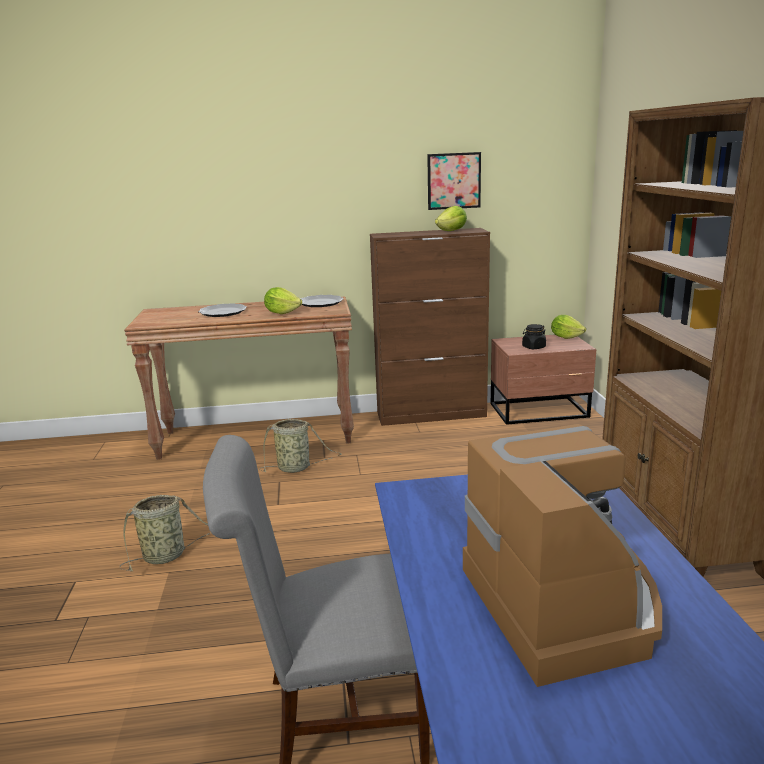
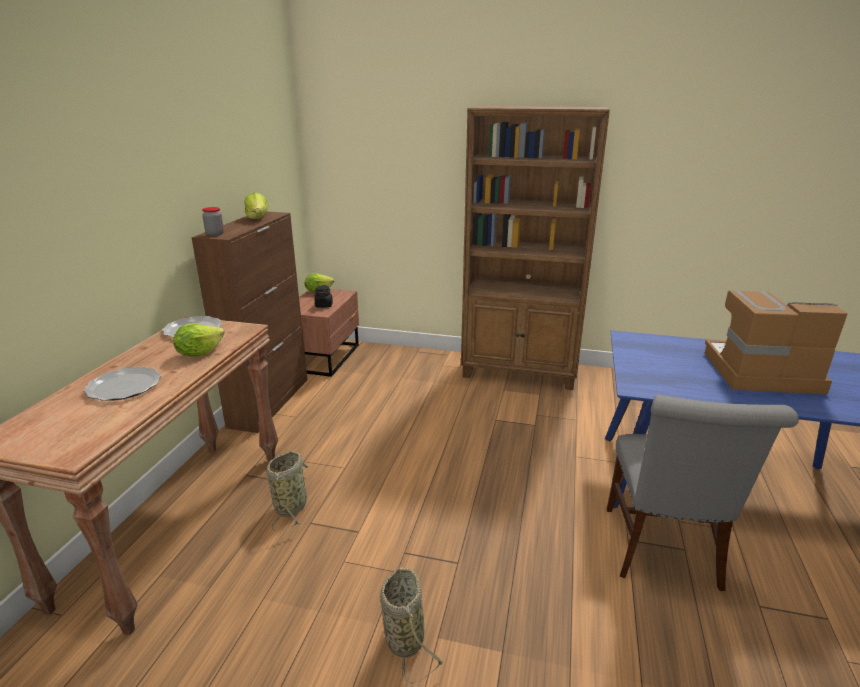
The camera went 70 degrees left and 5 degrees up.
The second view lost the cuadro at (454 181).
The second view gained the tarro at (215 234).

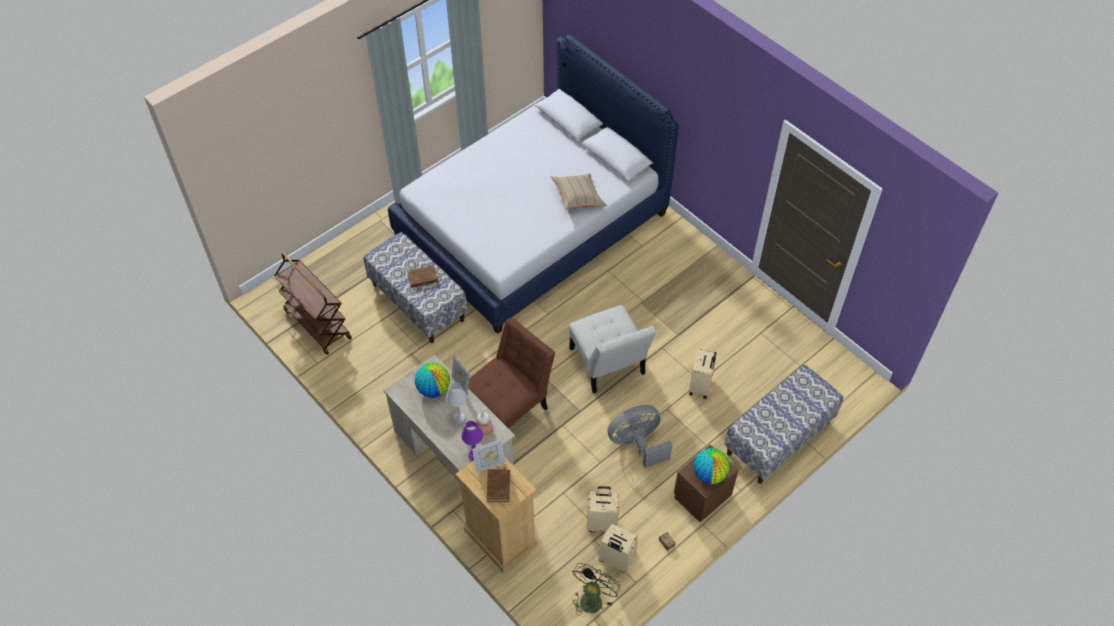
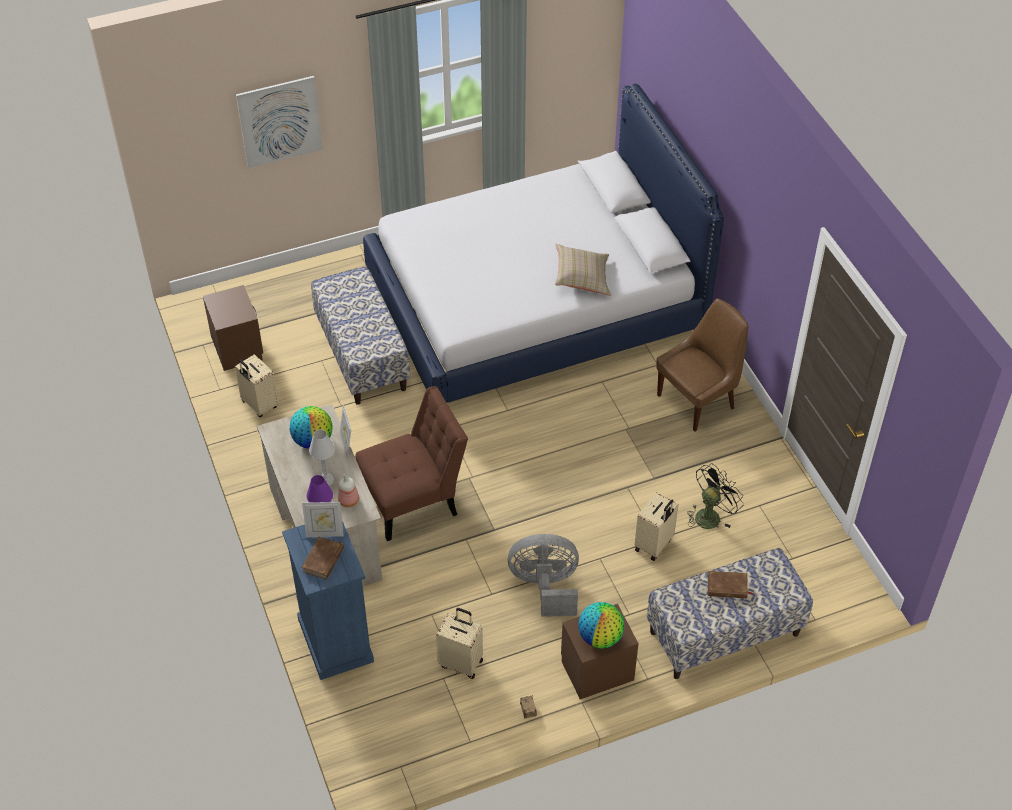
The camera went 20 degrees right and 5 degrees down.
Where the carrito [marrón] stood at (317 324), the mesita de noche [marrón] came to stand at (238 347).
The libro [marrón] ended up elsewhere, having gone from (423 278) to (727 587).
The second view lost the silla [blanco] at (608 365).
What was the cómoda [beis] at (500 537) turned into the cómoda [azul] at (335 640).
The maleta [beis] ended up elsewhere, having gone from (616 560) to (259 405).
The ventilador [negro] ended up elsewhere, having gone from (592 597) to (710 515).
The second view gained the cuadro at (280 121).
The second view gained the silla [marrón] at (698 400).

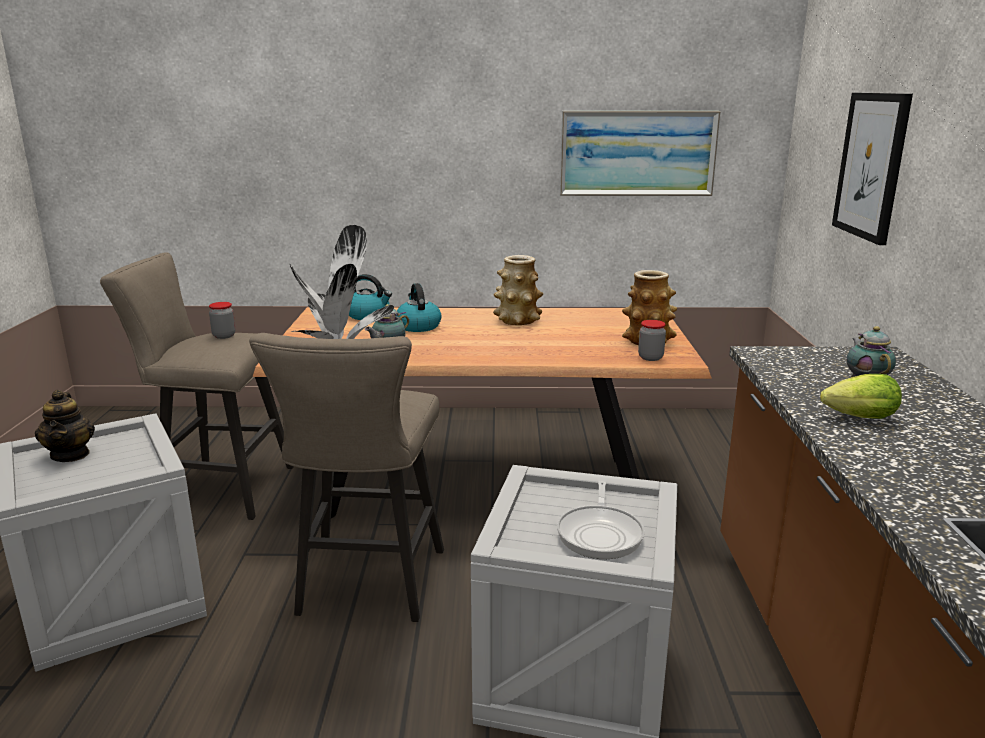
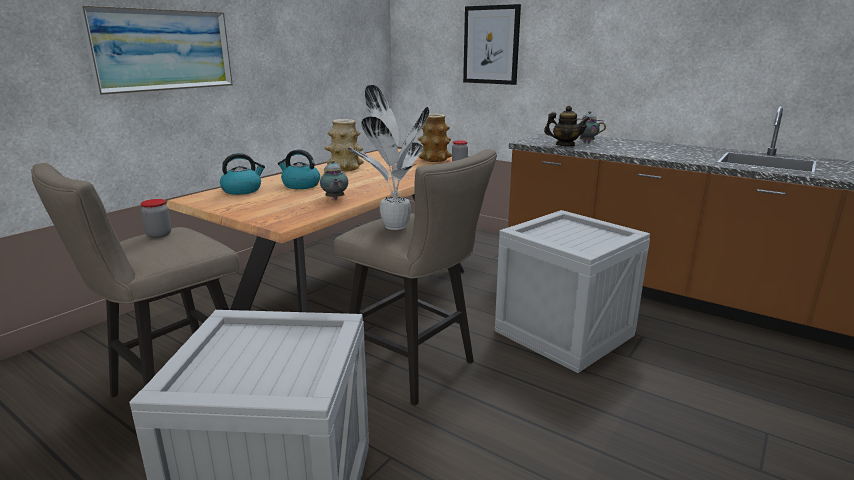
The camera went 55 degrees left and 0 degrees up.
The cuadro ended up elsewhere, having gone from (637 153) to (163 50).
The second view lost the lechuga at (855 418).
The tetera ended up elsewhere, having gone from (71 455) to (565 145).
The second view lost the sartén at (600 534).

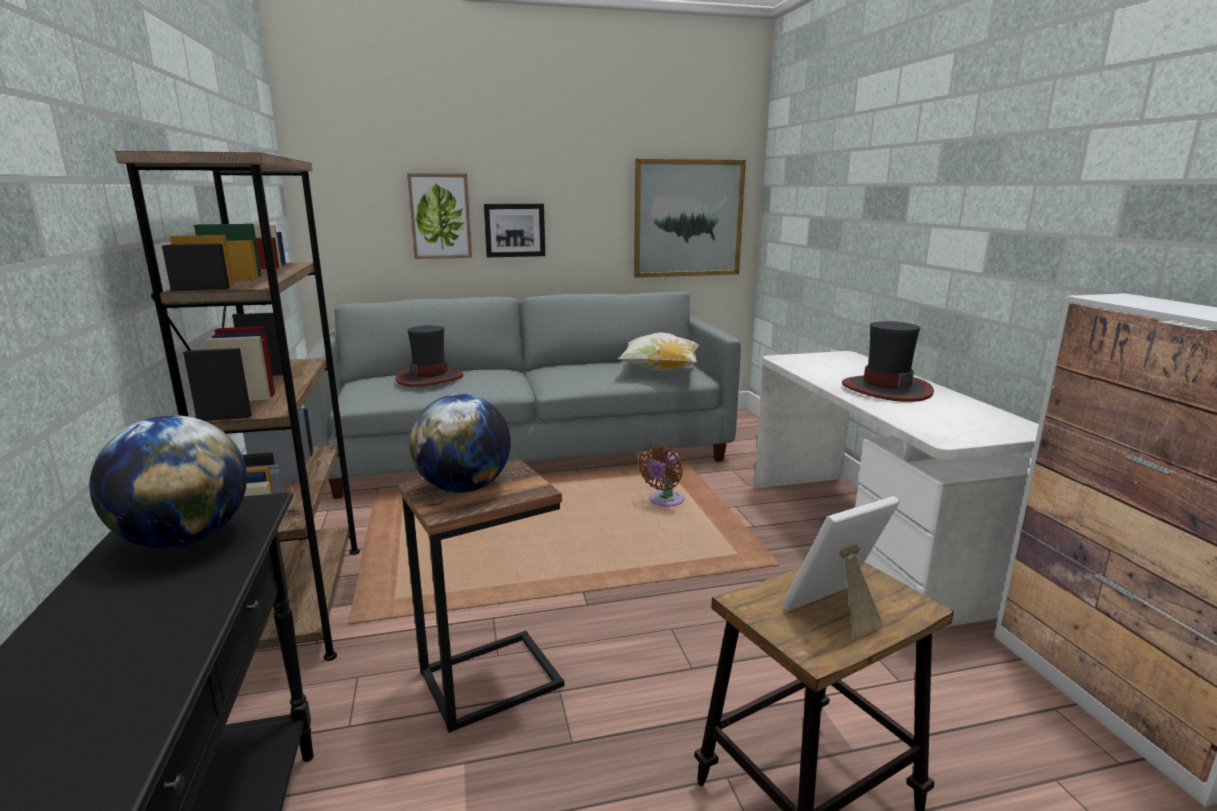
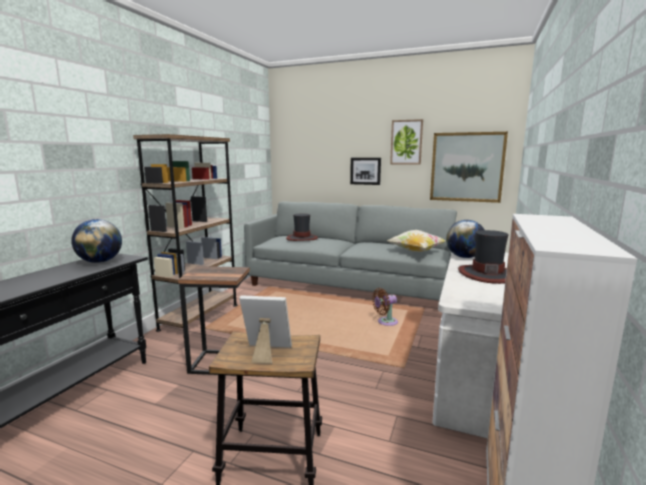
The camera went 35 degrees right and 5 degrees down.
The cuadro ended up elsewhere, having gone from (440 216) to (406 142).
The globo terráqueo ended up elsewhere, having gone from (464 488) to (464 257).

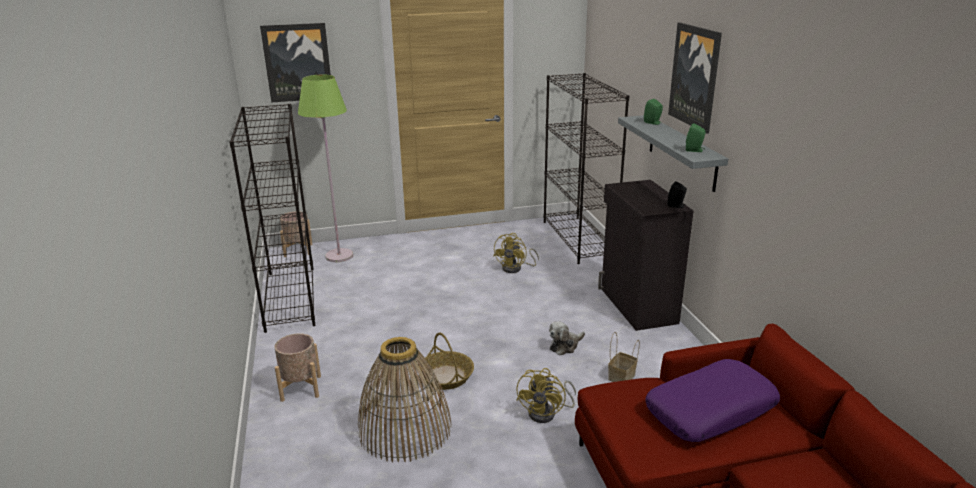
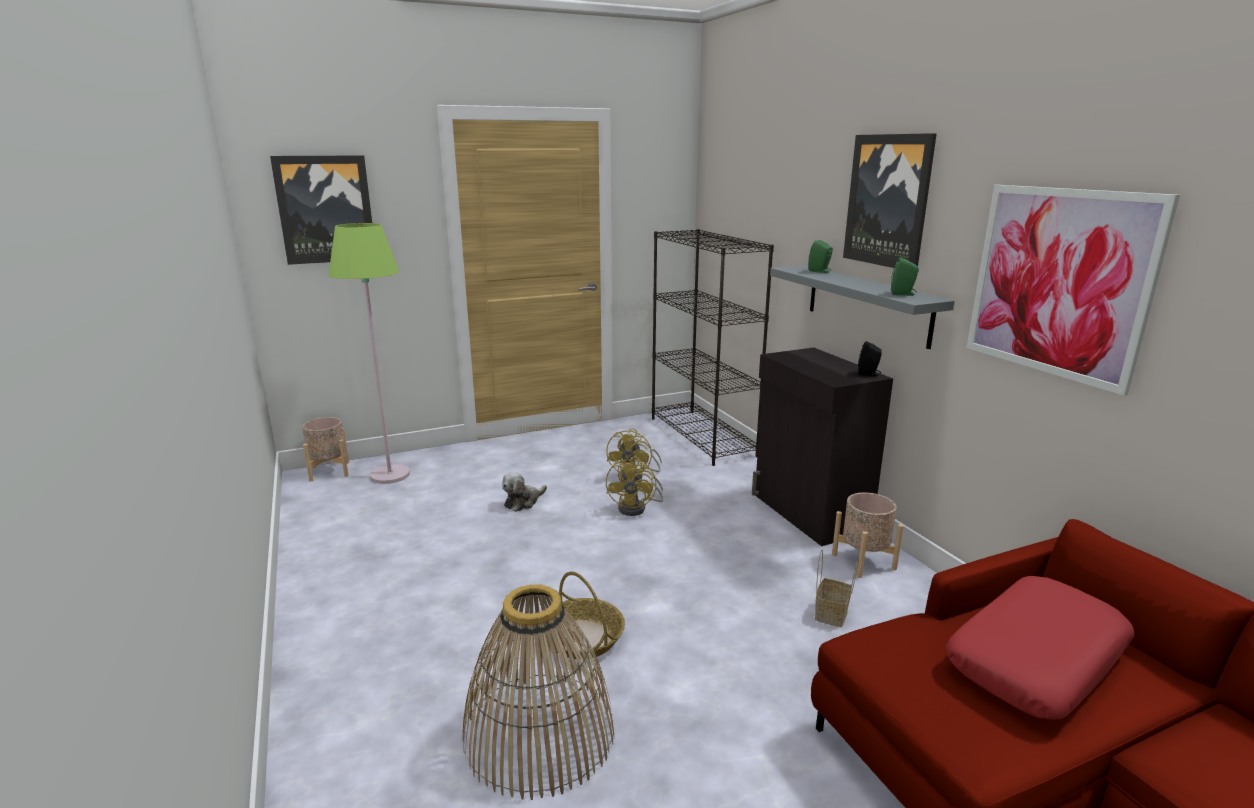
The camera went 10 degrees left and 5 degrees down.
The second view lost the estantería [negro] at (290 298).
The peluche ended up elsewhere, having gone from (565 346) to (523 502).
The maceta [beis] ended up elsewhere, having gone from (301 388) to (863 561).
What was the cojín [morado] at (710 410) turned into the cojín [rojo] at (1035 659).
The ventilador [amarillo] ended up elsewhere, having gone from (547 413) to (637 508).
The second view gained the cuadro at (1058 282).

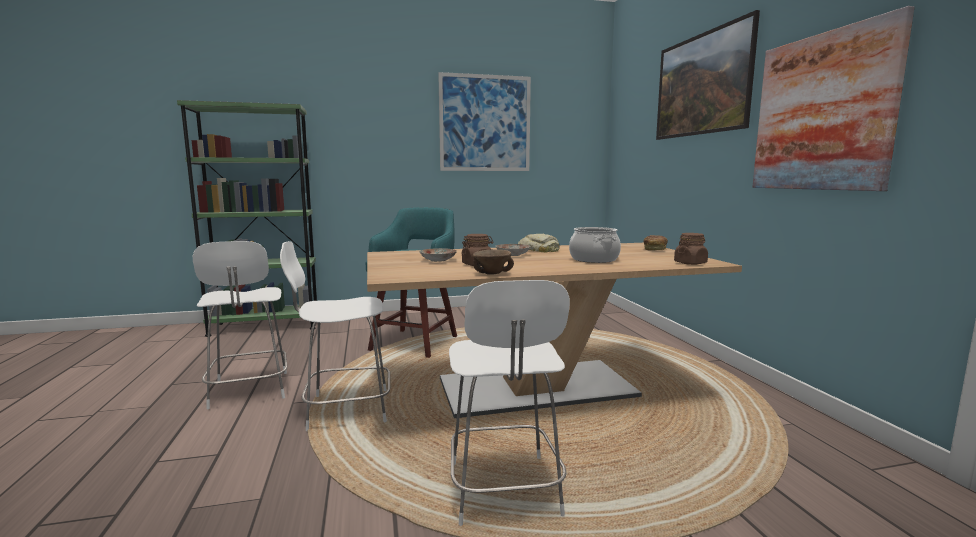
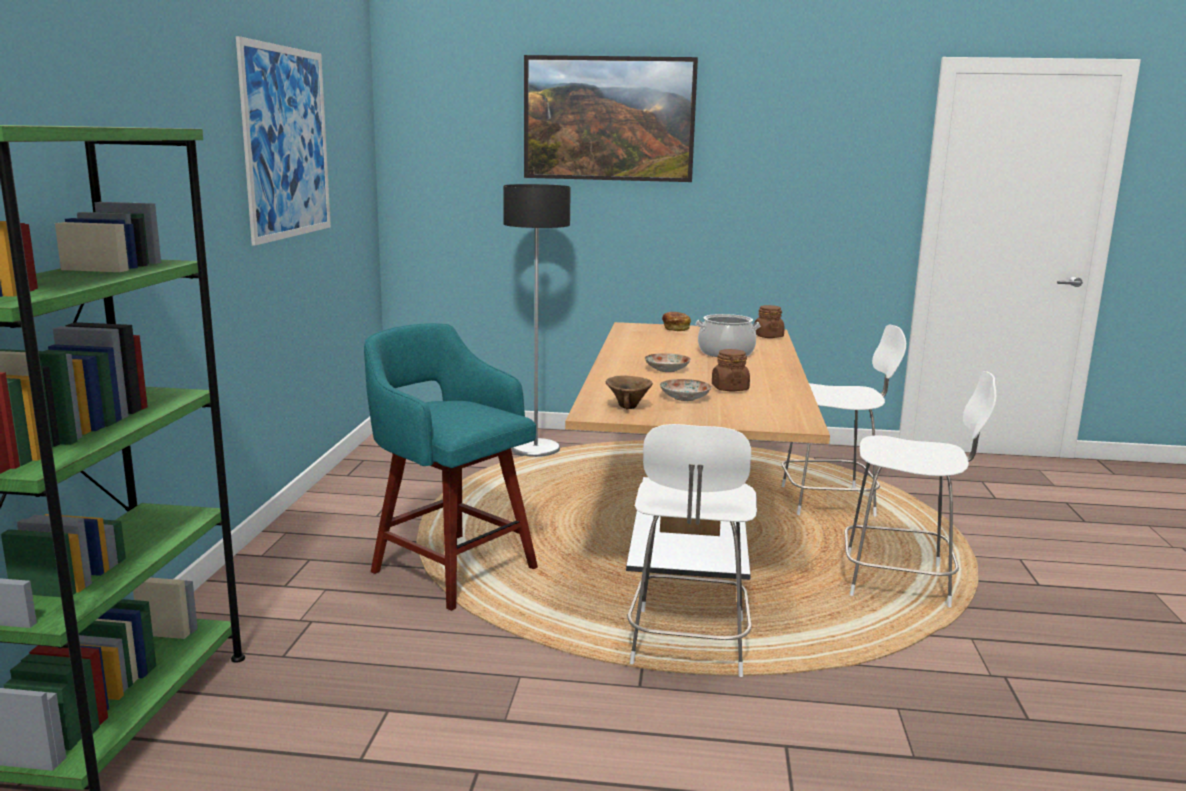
The camera went 70 degrees left and 5 degrees up.
The second view lost the cuadro at (822 112).
The second view lost the pan at (539 250).
The silla [blanco] ended up elsewhere, having gone from (249 391) to (831 502).
The cuenco [marrón] ended up elsewhere, having gone from (492 273) to (628 407).
The second view gained the lámpara de pie at (536 449).

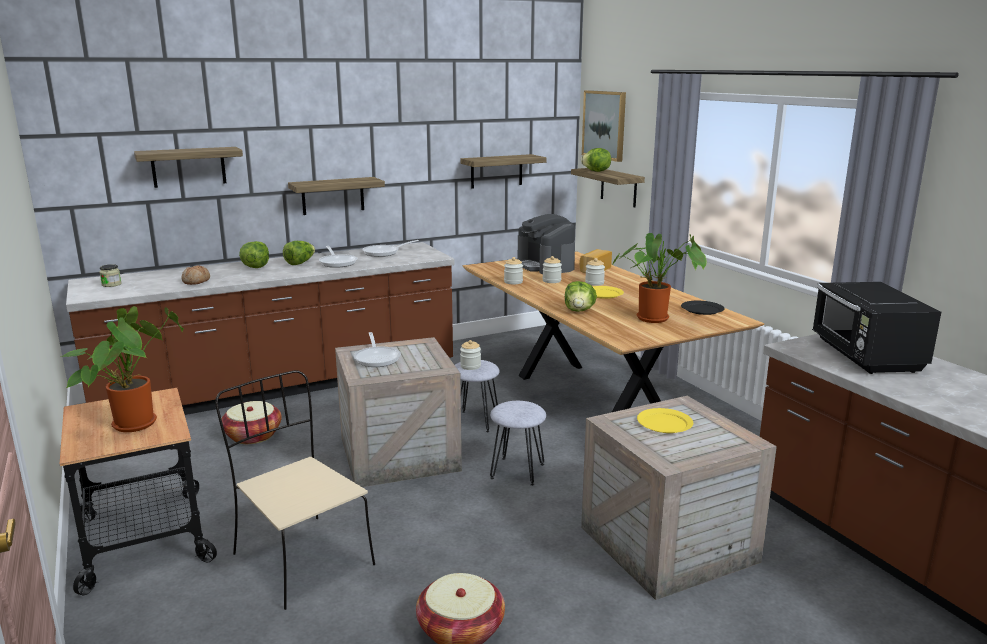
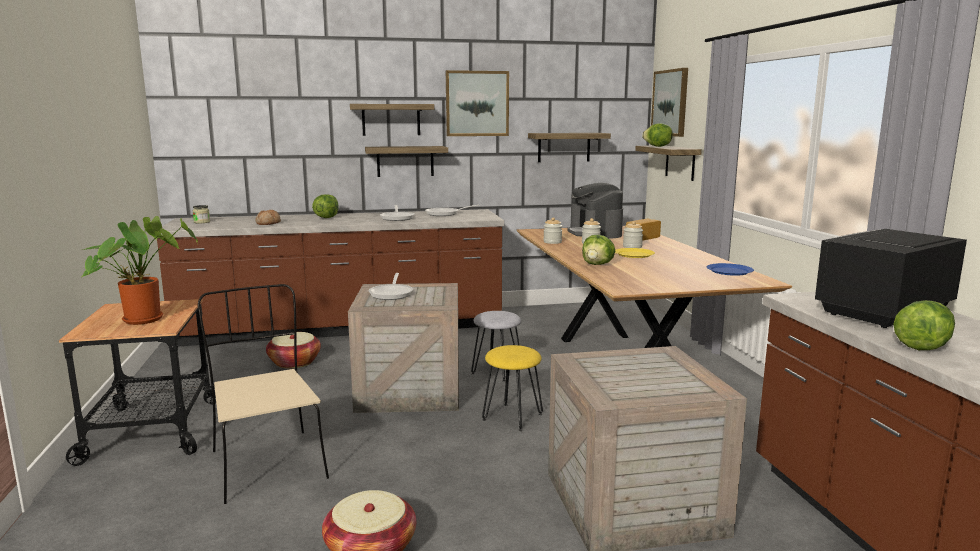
The camera went 15 degrees right and 5 degrees down.
The estante ended up elsewhere, having gone from (188 167) to (391 119).
The second view lost the planta en maceta at (656 318).
The lechuga ended up elsewhere, having gone from (300 263) to (923 345).
The microondas [negro] at (866 356) ended up facing another way, 45 degrees clockwise from before.
What was the plato [negro] at (702 309) turned into the plato [azul] at (730 271).
The second view lost the tarro at (470 366).
What was the taburete [gris] at (517 471) turned into the taburete [amarillo] at (512 417).
The second view lost the plato [amarillo] at (664 423).
The second view gained the cuadro at (477 103).

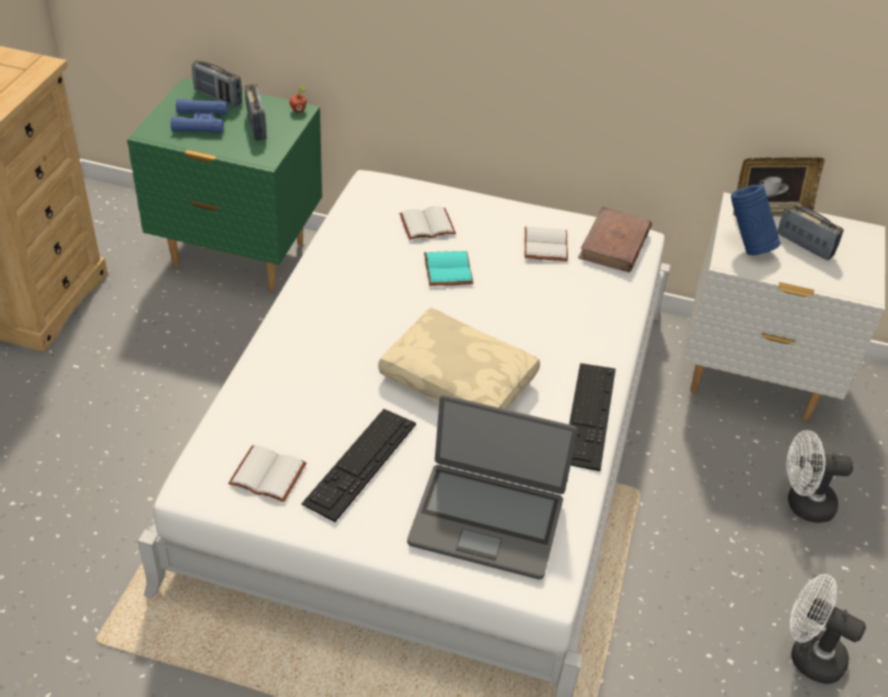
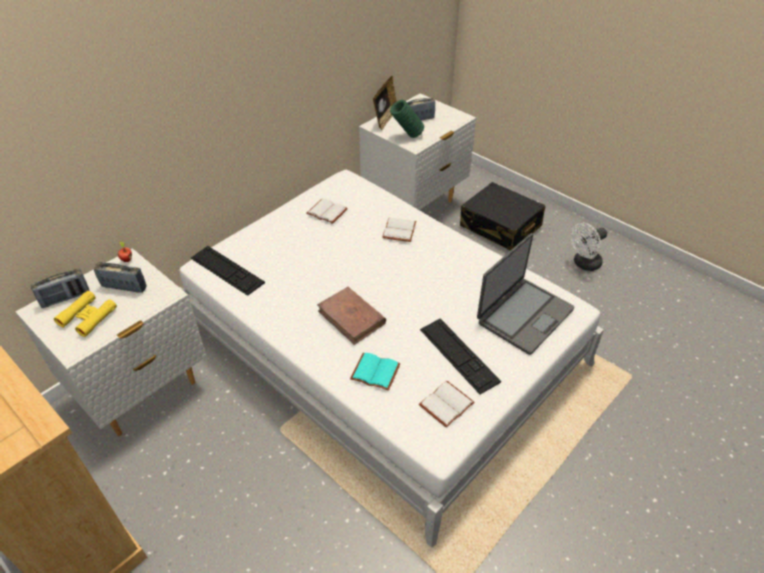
The camera went 60 degrees left and 0 degrees up.
What was the mesita de noche [verde] at (238 255) turned into the mesita de noche [blanco] at (141 391).
What was the prismáticos [azul] at (200 122) turned into the prismáticos [amarillo] at (88 317).
What was the florero [azul] at (746 246) turned into the florero [verde] at (406 136).
The libro [blanco] ended up elsewhere, having gone from (426 226) to (400 231).
The libro [marrón] ended up elsewhere, having gone from (614 244) to (351 317).
The libro [turquesa] ended up elsewhere, having gone from (446 269) to (374 373).
The second view lost the cojín [beis] at (460 378).
The teclado ended up elsewhere, having gone from (589 415) to (227 270).
Where the ventilador [blanco] stood at (802 504), the maleta [negro] came to stand at (500 226).

